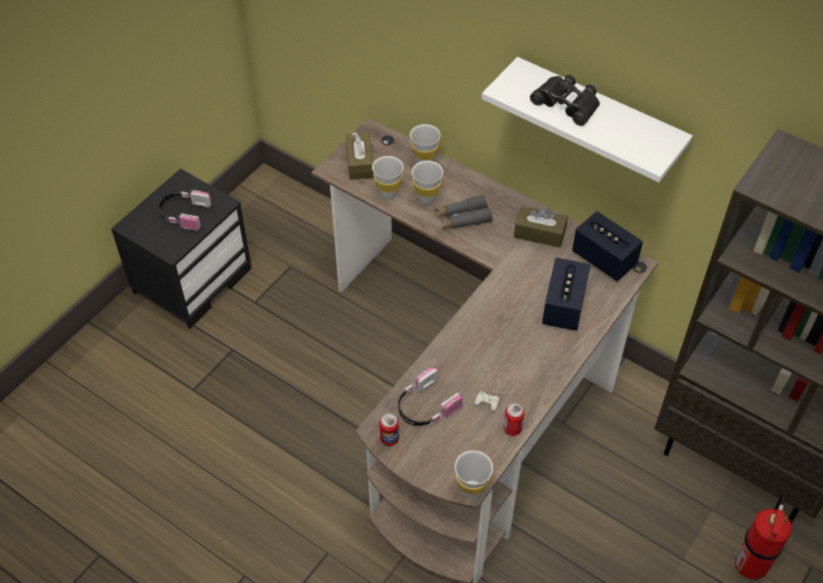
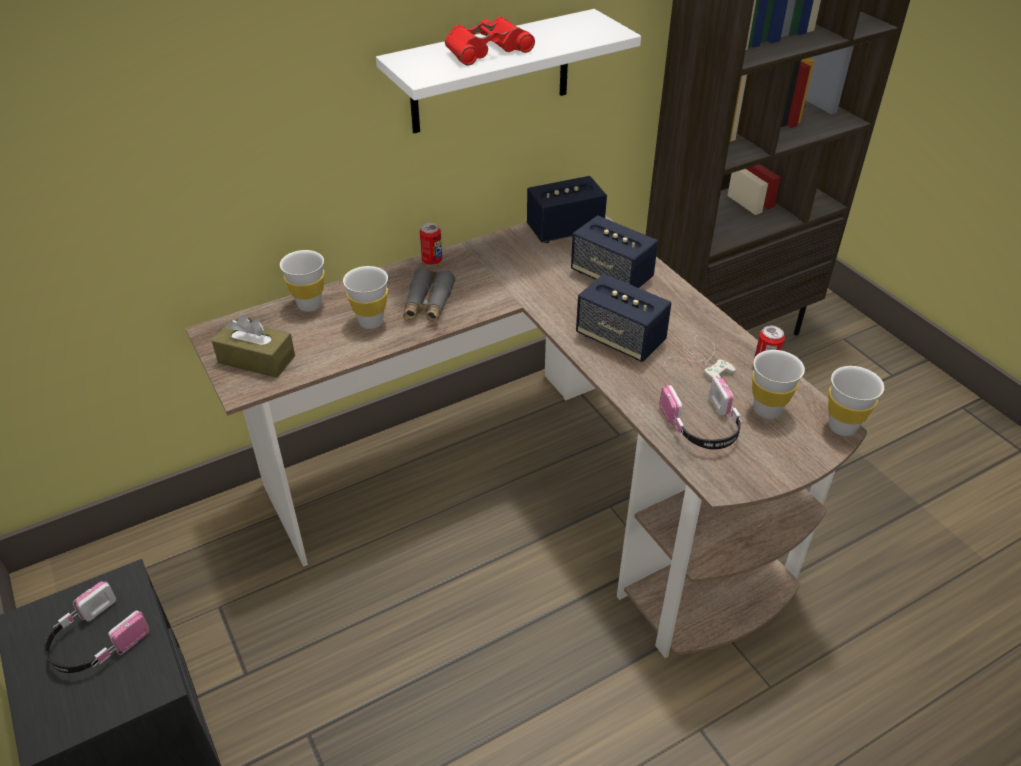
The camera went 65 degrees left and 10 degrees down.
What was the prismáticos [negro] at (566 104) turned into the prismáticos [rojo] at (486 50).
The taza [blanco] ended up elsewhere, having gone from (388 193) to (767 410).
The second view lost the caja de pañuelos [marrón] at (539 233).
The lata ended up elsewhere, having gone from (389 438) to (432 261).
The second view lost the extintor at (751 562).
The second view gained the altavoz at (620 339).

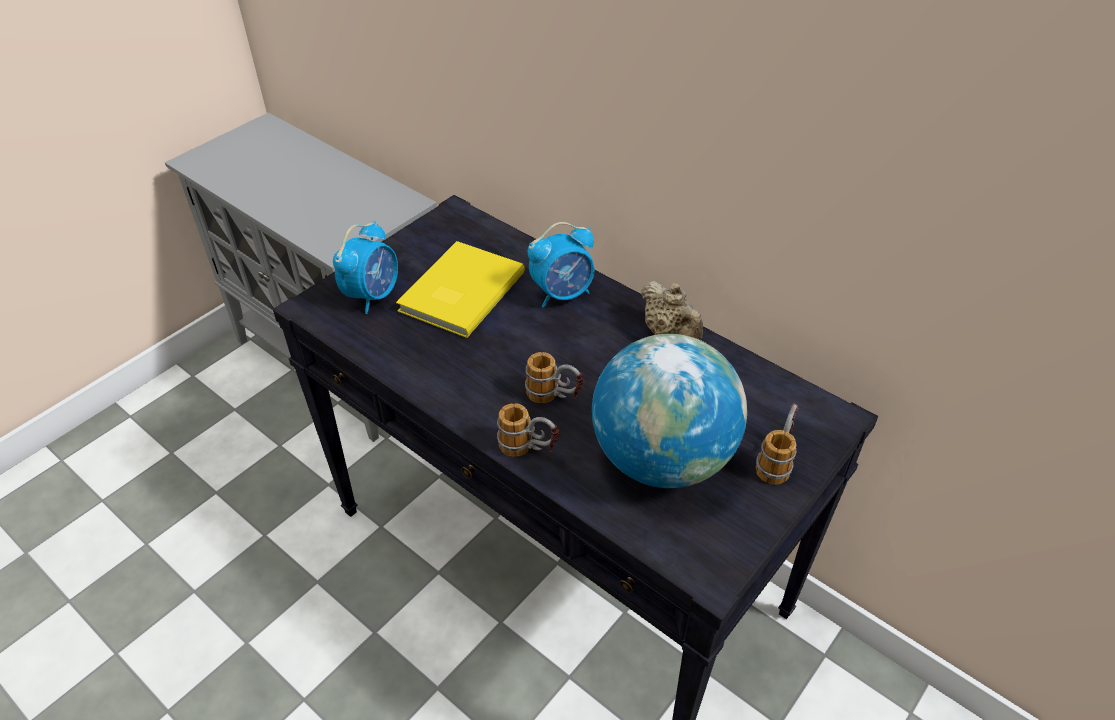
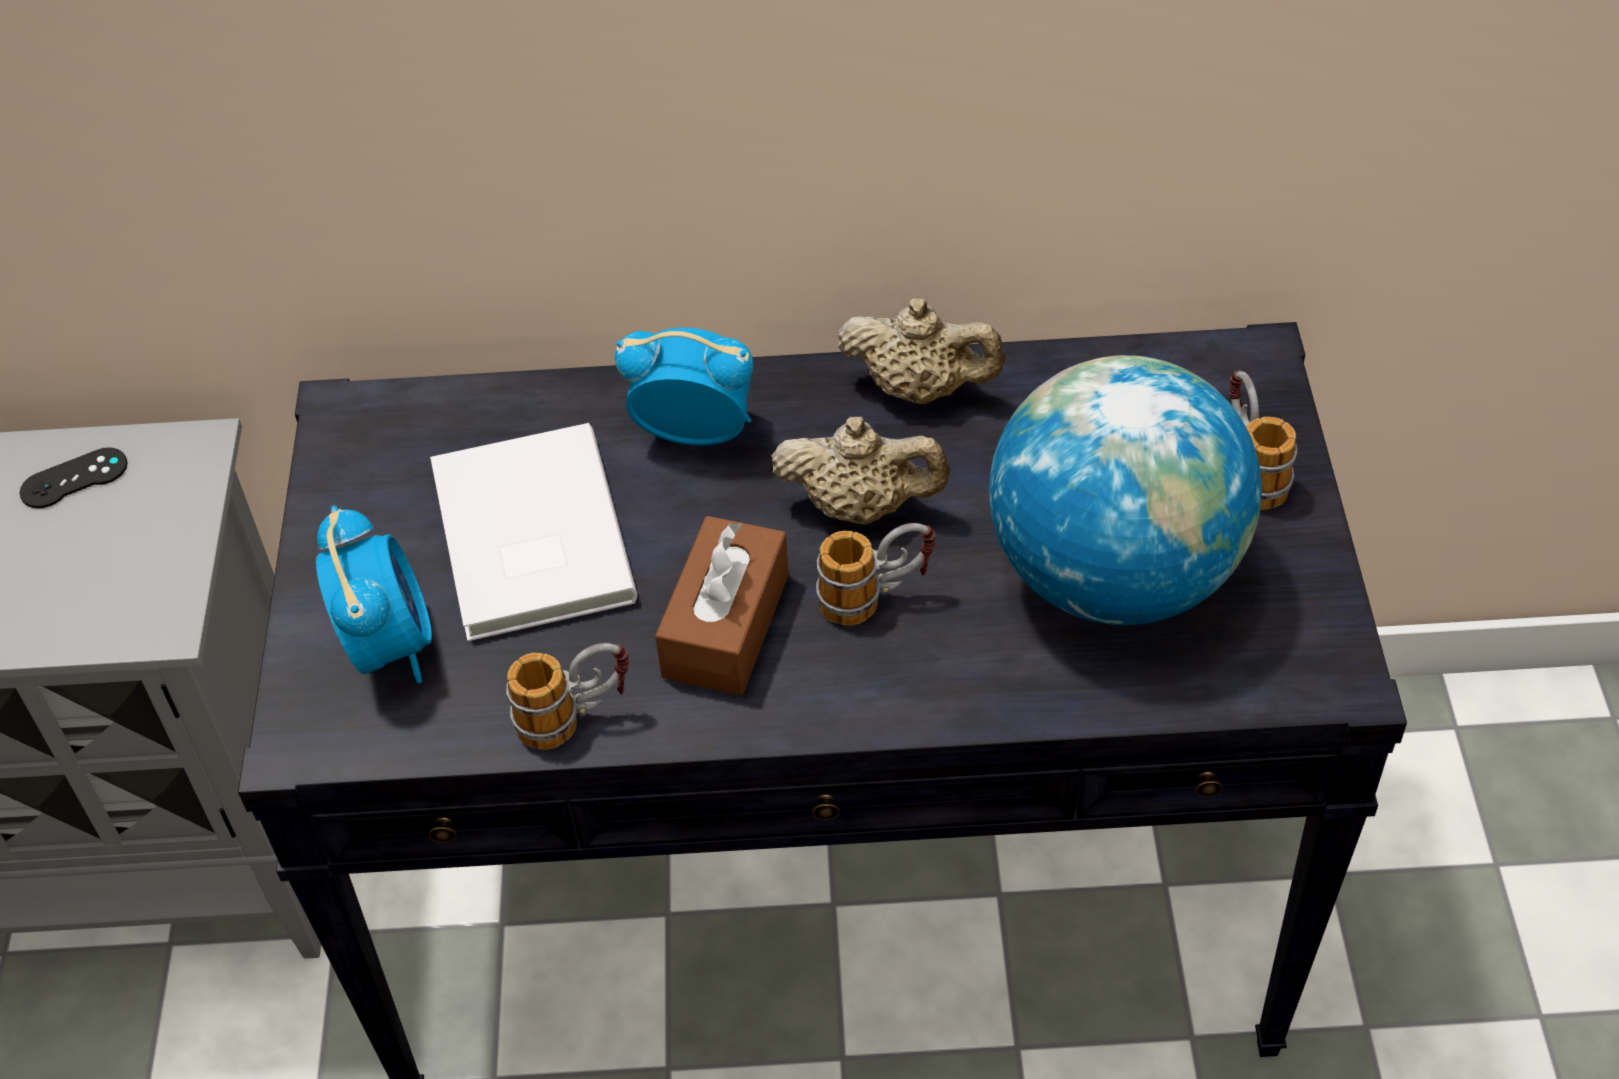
The camera went 40 degrees left and 5 degrees up.
The despertador at (563 294) ended up facing another way, 105 degrees counterclockwise from before.
What was the libro [amarillo] at (458 292) turned into the libro [blanco] at (527 540).
The taza grande ended up elsewhere, having gone from (529 450) to (575 718).
The second view gained the tetera [beis] at (861 506).
The second view gained the mando de consola [negro] at (74 478).
The second view gained the caja de pañuelos [marrón] at (726 625).

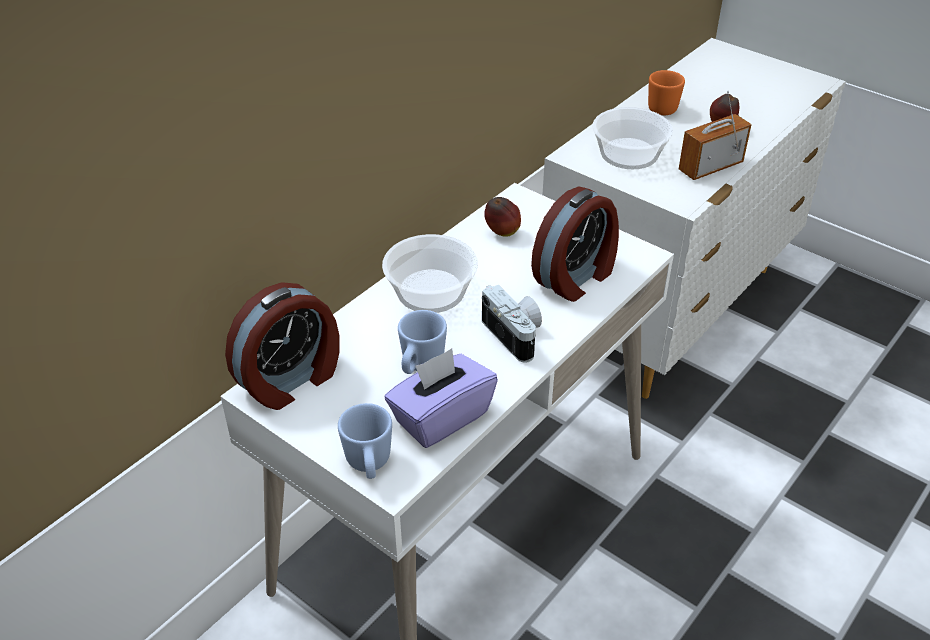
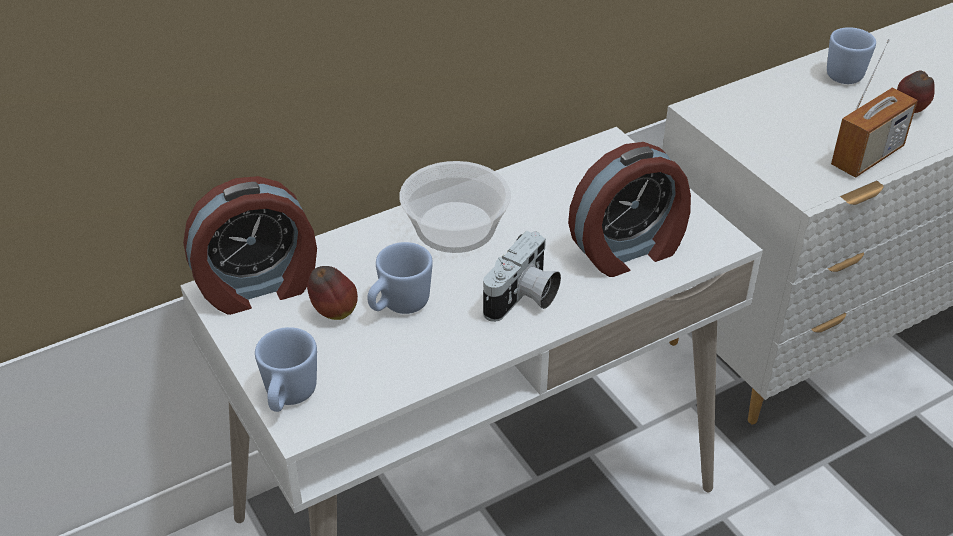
The camera went 20 degrees right and 0 degrees up.
What was the taza grande [naranja] at (663 107) turned into the taza grande [azul] at (847 73).
The radio at (710 167) ended up facing another way, 150 degrees clockwise from before.
The second view lost the cuenco at (630 154).
The manzana ended up elsewhere, having gone from (502 233) to (333 313).
The cámara at (516 335) ended up facing another way, 45 degrees clockwise from before.
The second view lost the caja de pañuelos [morado] at (441 417).

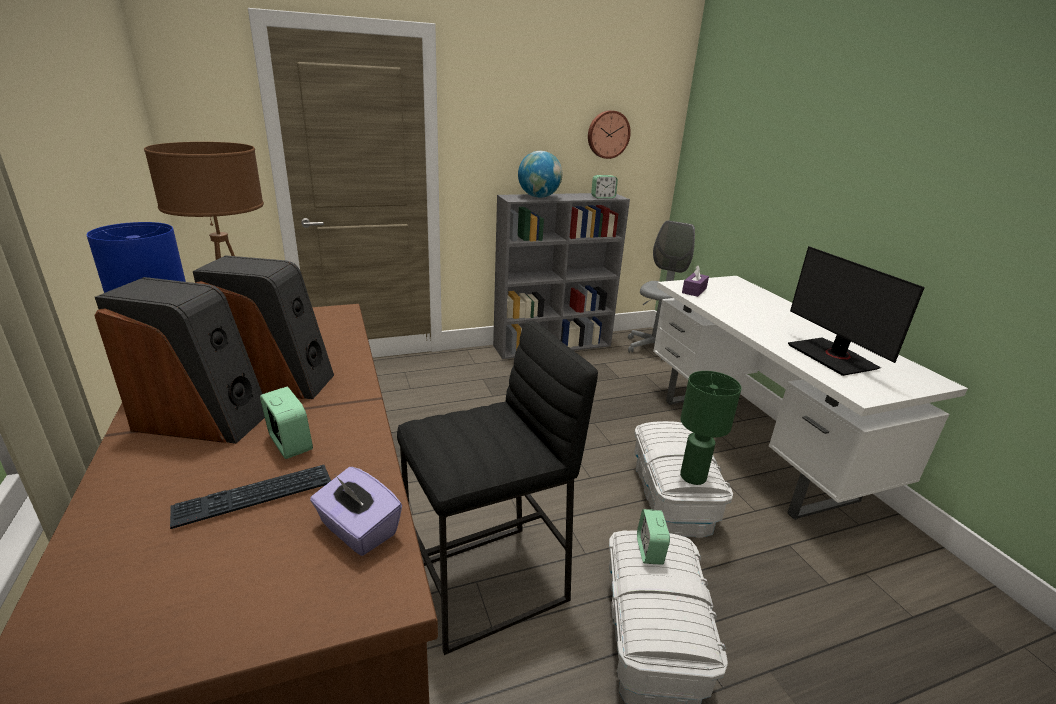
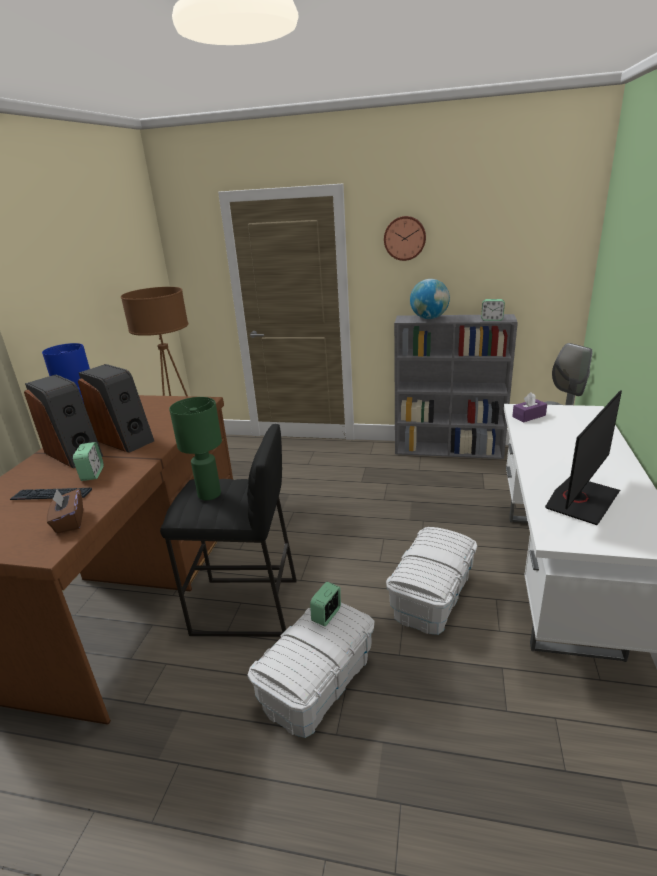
The camera went 35 degrees right and 0 degrees up.
The reloj de pared ended up elsewhere, having gone from (607 134) to (405 238).
The monitor at (832 357) ended up facing another way, 150 degrees counterclockwise from before.
The lámpara de mesa [verde] ended up elsewhere, having gone from (693 477) to (209 495).
What was the caja de pañuelos [morado] at (358 530) turned into the caja de pañuelos [marrón] at (69 522).

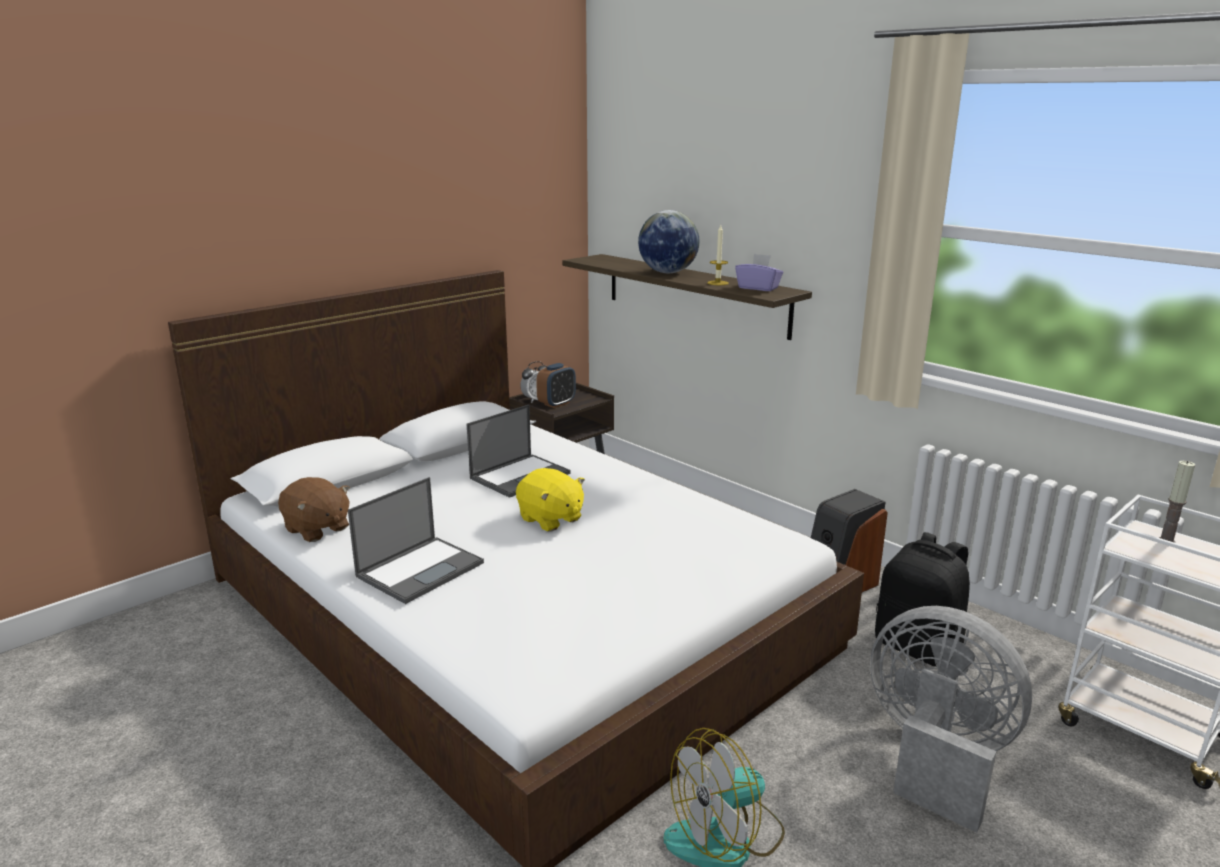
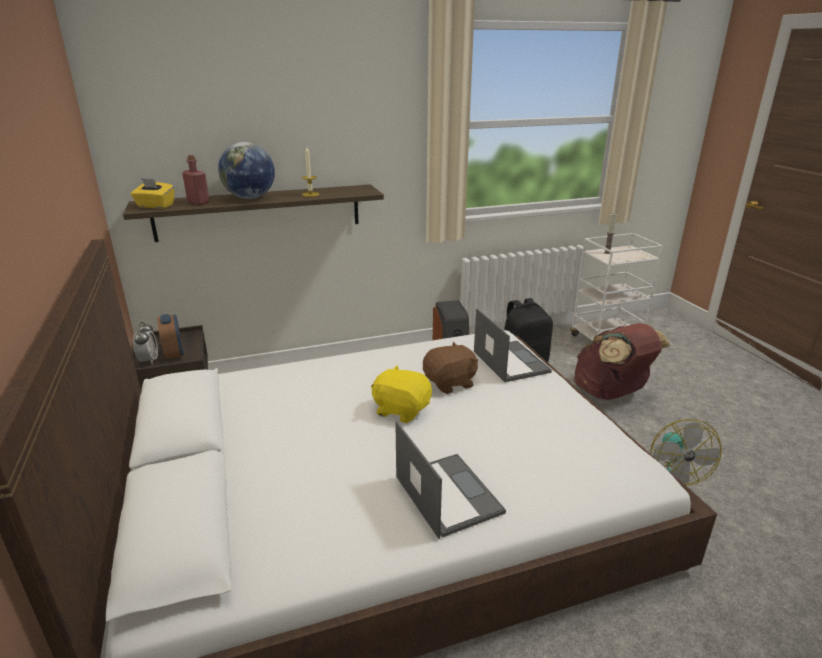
The camera went 65 degrees left and 5 degrees up.
The second view lost the caja de pañuelos [morado] at (758 288).
The portátil ended up elsewhere, having gone from (520 475) to (510 361).
The peluche [amarillo] at (550 519) ended up facing another way, 135 degrees counterclockwise from before.
The peluche [marrón] ended up elsewhere, having gone from (317 529) to (450 383).
Where the ventilador [gris] stood at (935 756), the mochila [marrón] came to stand at (611 393).
The second view gained the botella [rojo] at (198 203).
The second view gained the caja de pañuelos [amarillo] at (155 206).

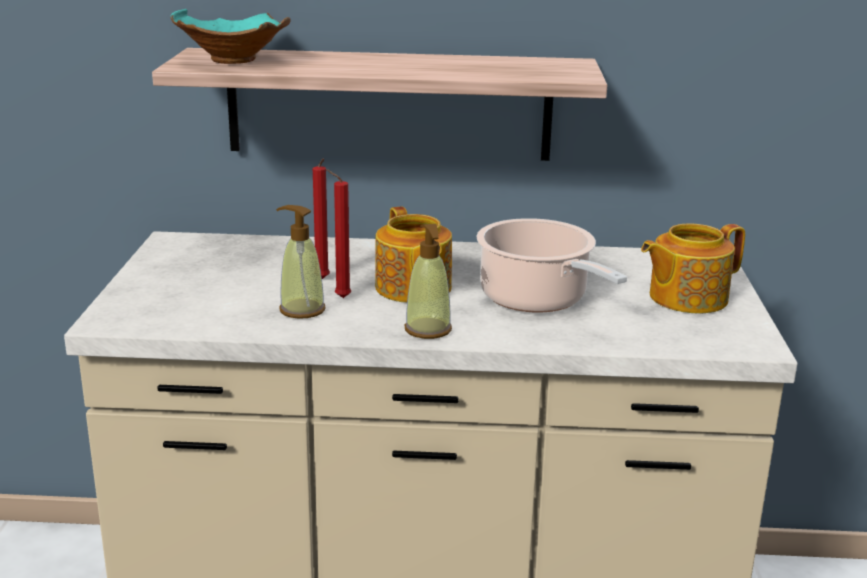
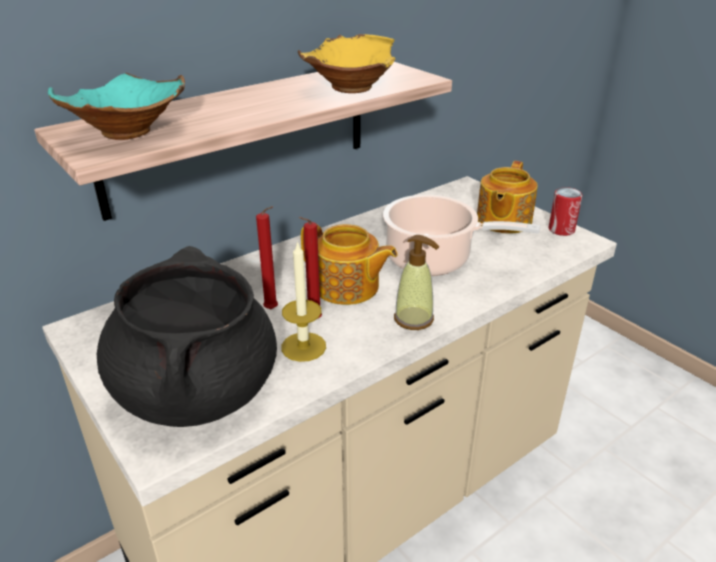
The camera went 40 degrees left and 10 degrees up.
Where the dispensador de jabón stood at (302 310), the vela came to stand at (303 347).
The second view gained the cuenco [amarillo] at (348 87).
The second view gained the lata at (561 230).
The second view gained the olla [negro] at (197 391).

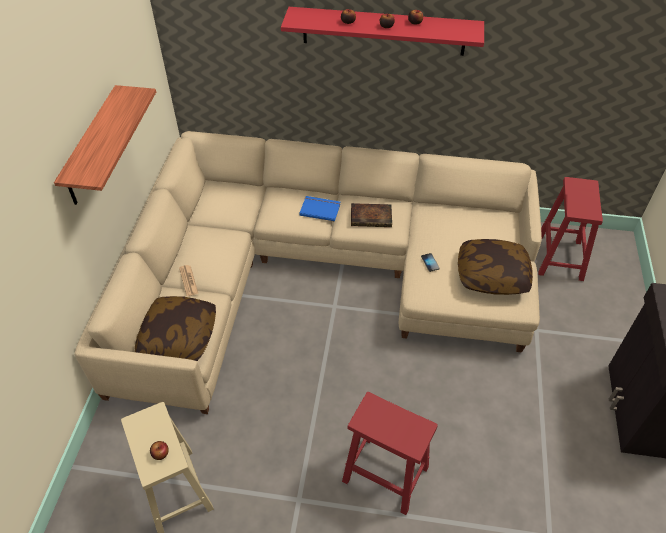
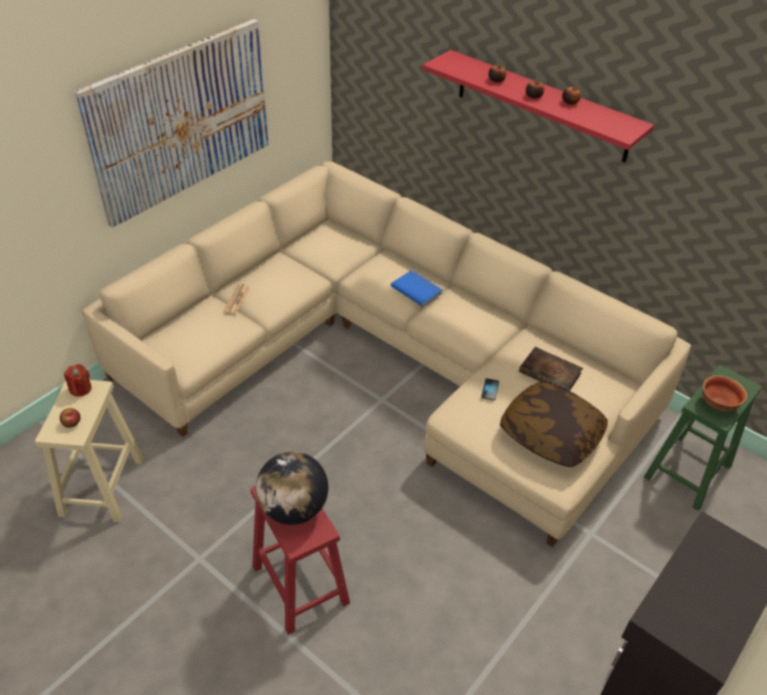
The camera went 30 degrees right and 5 degrees down.
Where the estante hung at (92 147), the cuadro came to hang at (181 120).
What was the taburete [rojo] at (560 258) turned into the taburete [verde] at (687 472).
The libro ended up elsewhere, having gone from (372 217) to (551 373).
The second view lost the cojín at (179 338).
The second view gained the vela [rojo] at (81 389).
The second view gained the cuenco at (718 403).
The second view gained the globo terráqueo at (293 508).

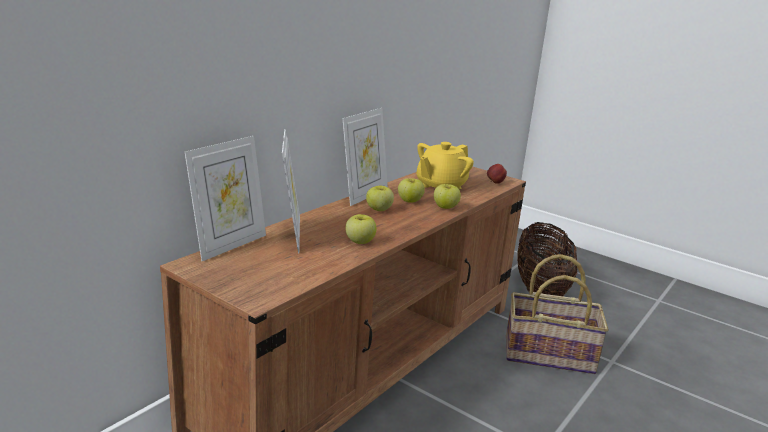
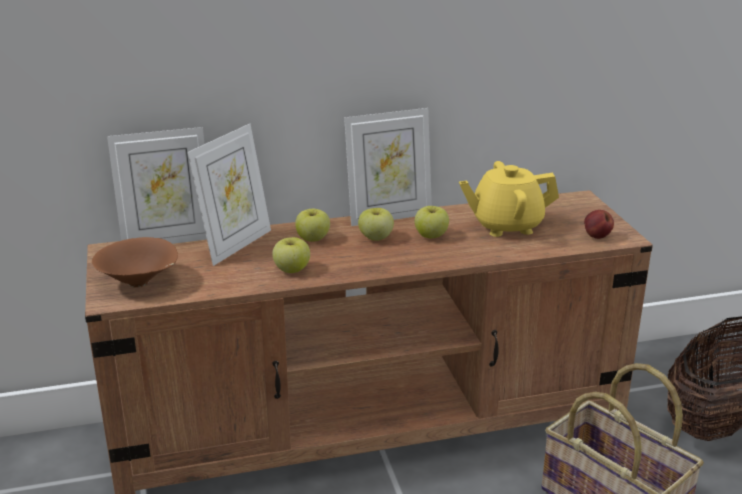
The camera went 40 degrees right and 5 degrees up.
The manzana ended up elsewhere, having gone from (445 207) to (313 239).
The second view gained the cuenco [marrón] at (140 283).

